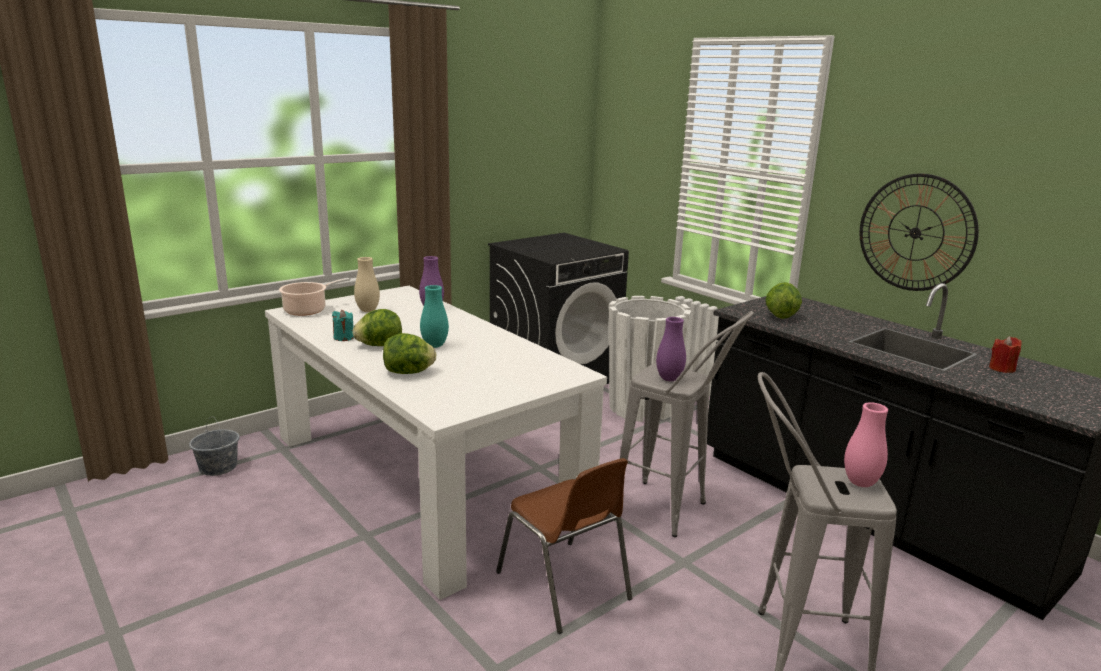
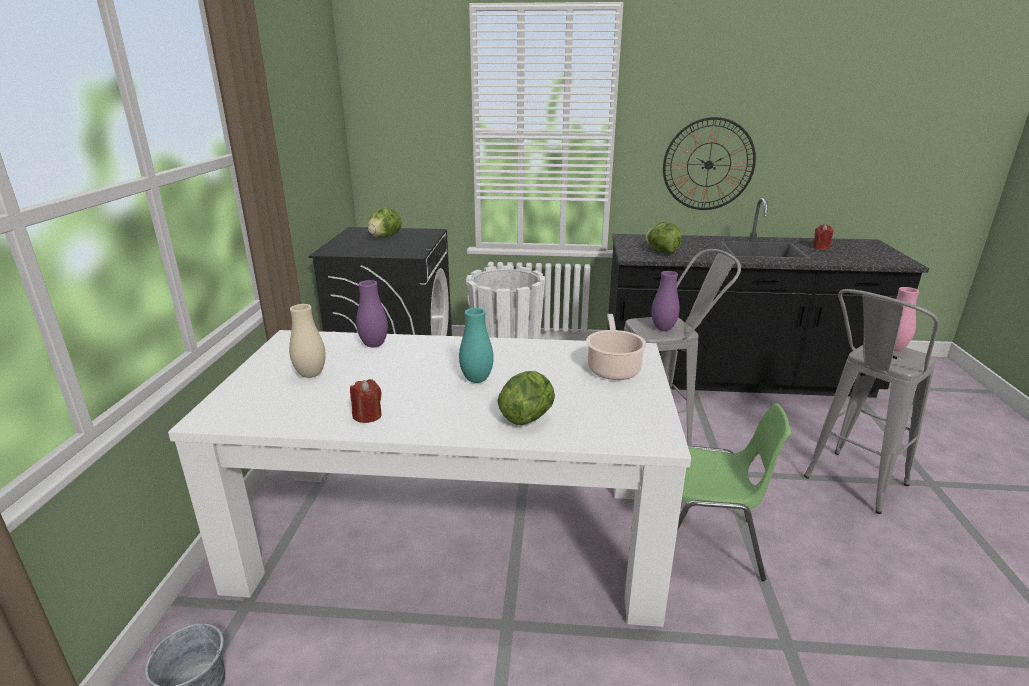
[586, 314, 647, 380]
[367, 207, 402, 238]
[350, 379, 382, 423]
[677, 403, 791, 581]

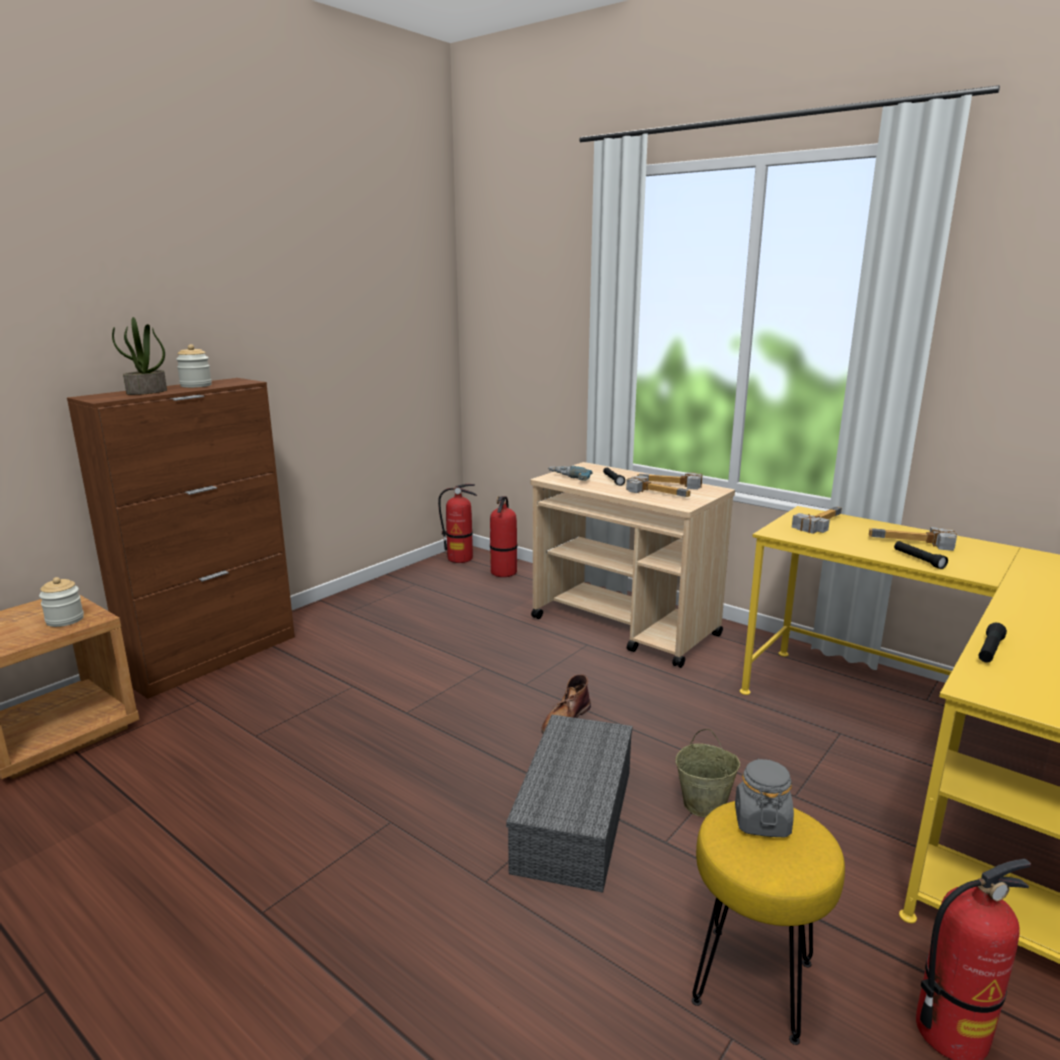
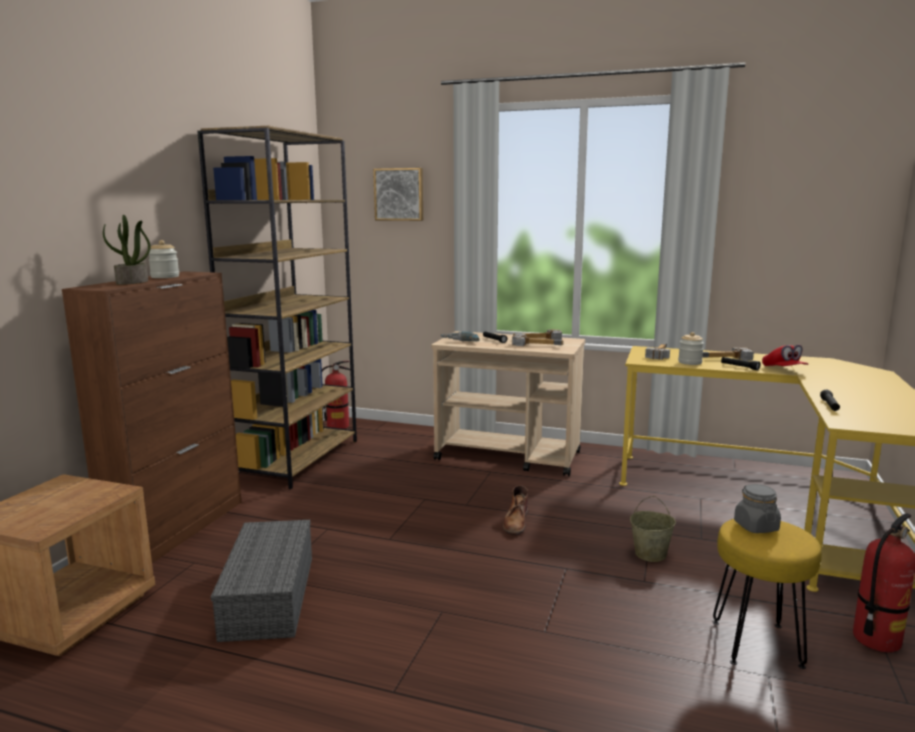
[490, 496, 517, 577] (first image)
[197, 126, 357, 489]
[373, 168, 423, 221]
[762, 345, 808, 366]
[678, 332, 704, 365]
[211, 520, 312, 642]

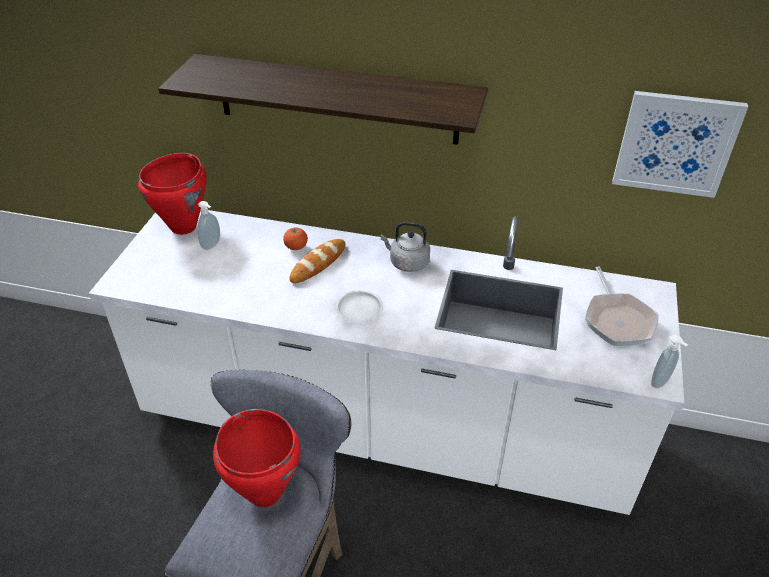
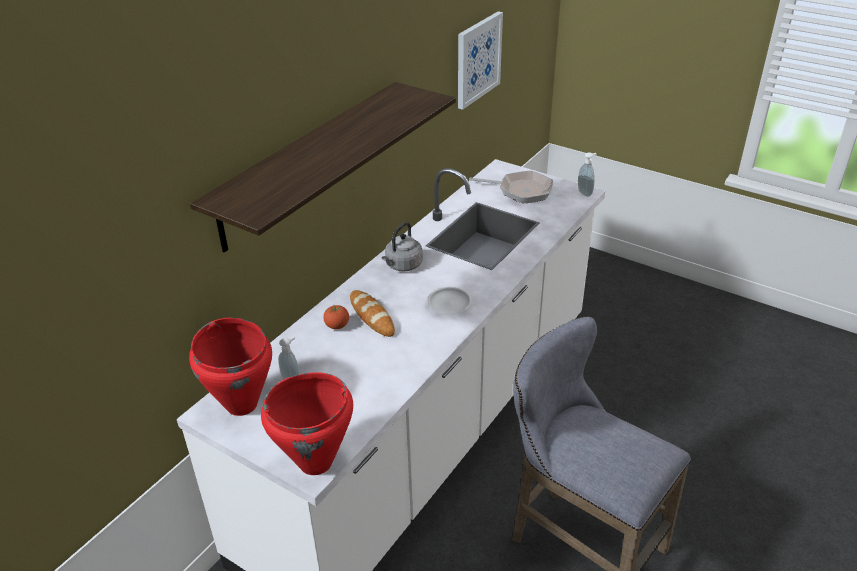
[261, 372, 353, 475]

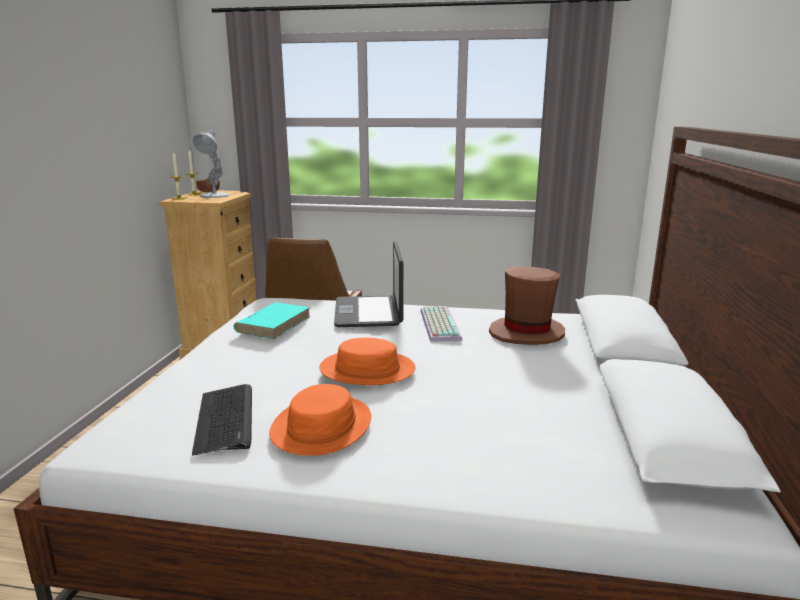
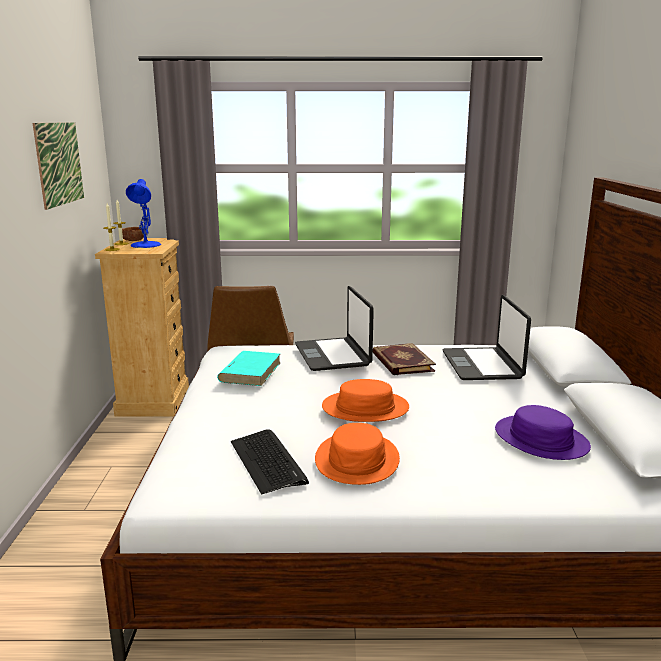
[33, 122, 84, 210]
[495, 405, 591, 460]
[373, 343, 436, 375]
[442, 295, 531, 380]
[126, 179, 161, 248]

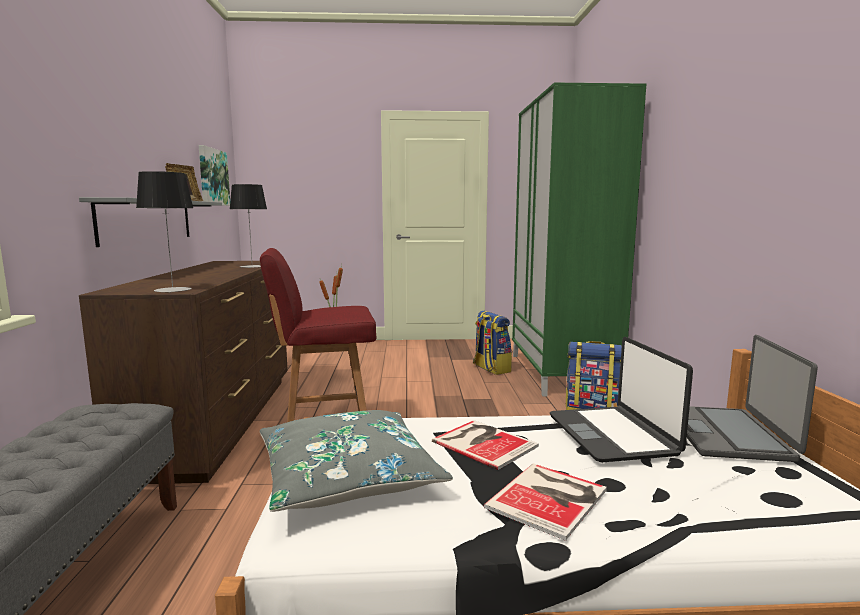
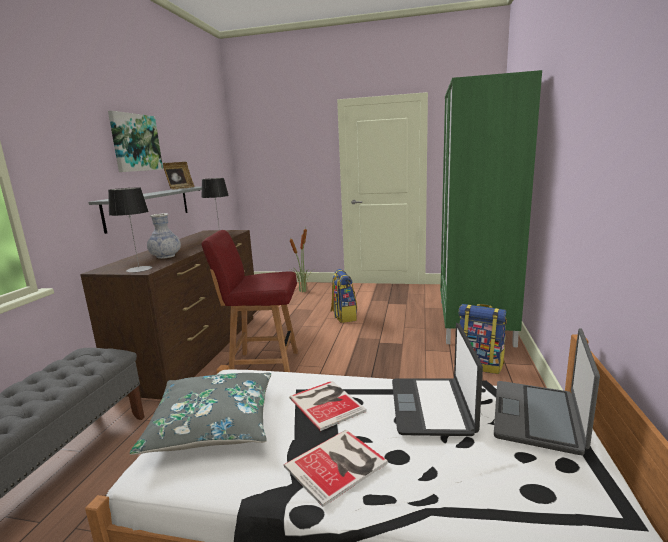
[147, 213, 181, 259]
[108, 111, 163, 172]
[331, 269, 357, 323]

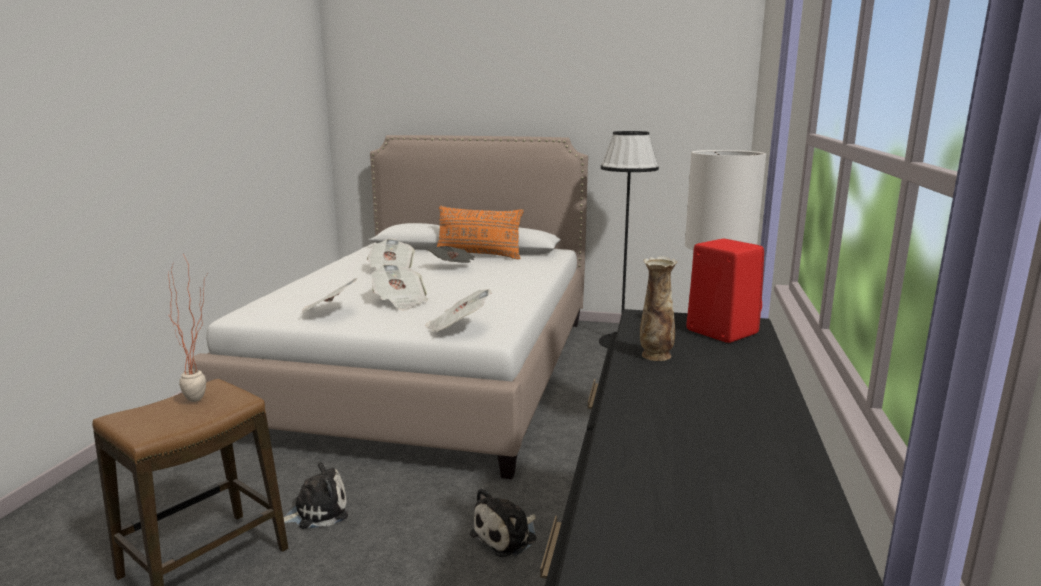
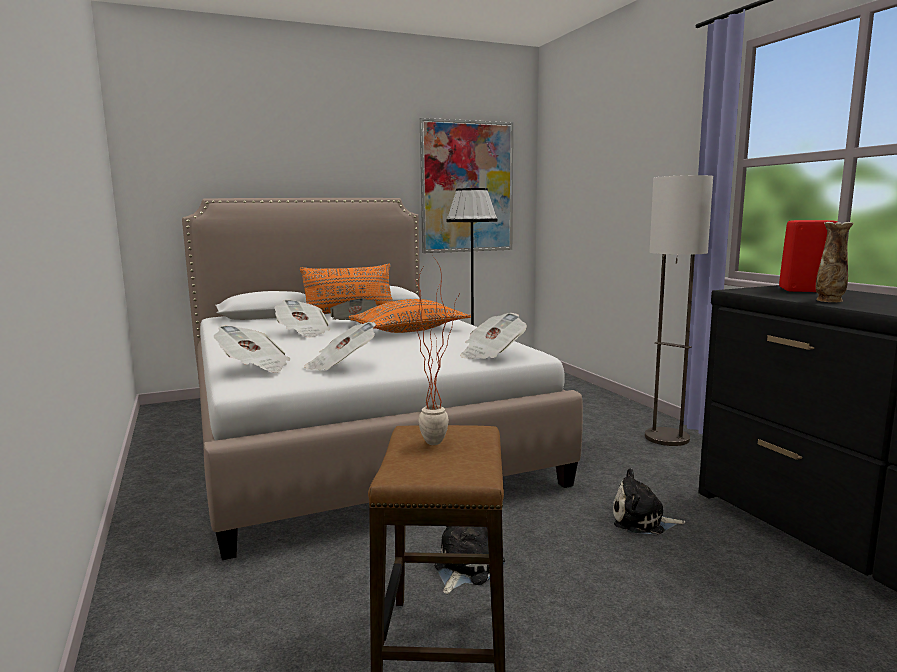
[349, 299, 471, 333]
[420, 118, 513, 253]
[214, 325, 290, 373]
[613, 468, 686, 534]

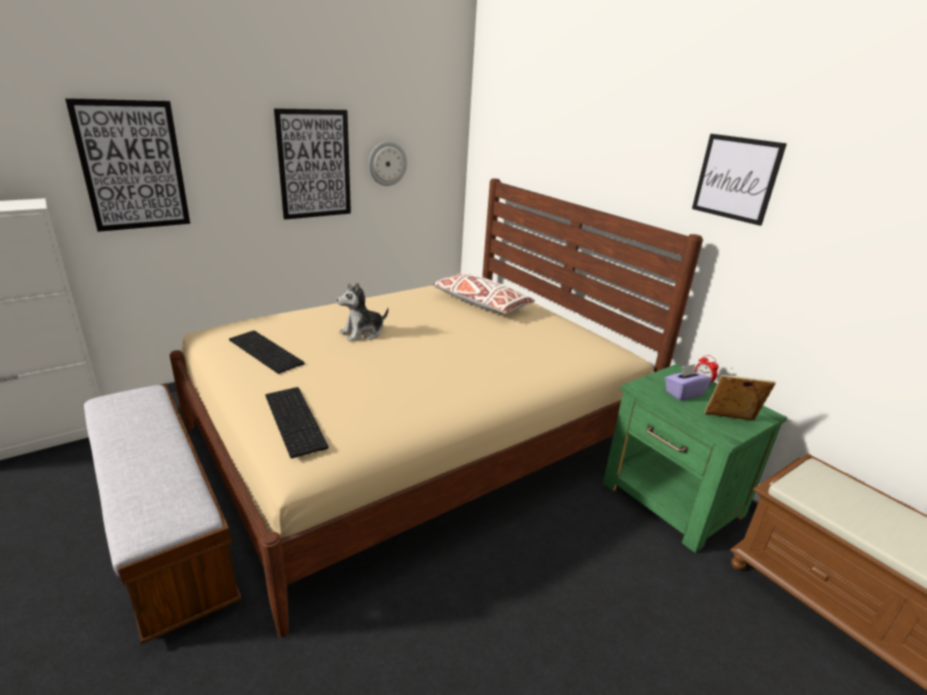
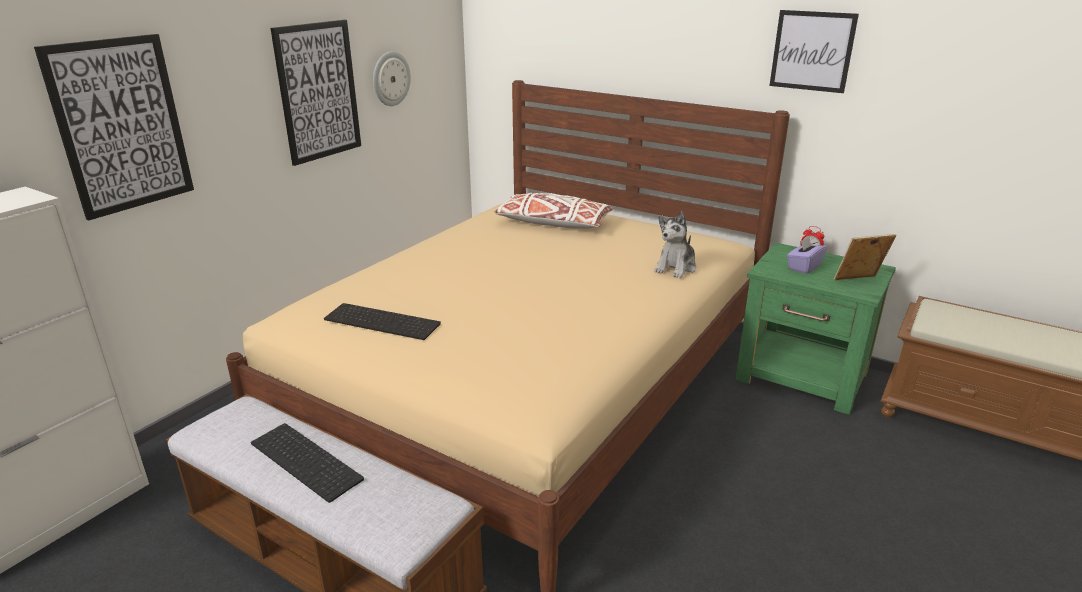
[251, 423, 364, 503]
[654, 211, 696, 278]

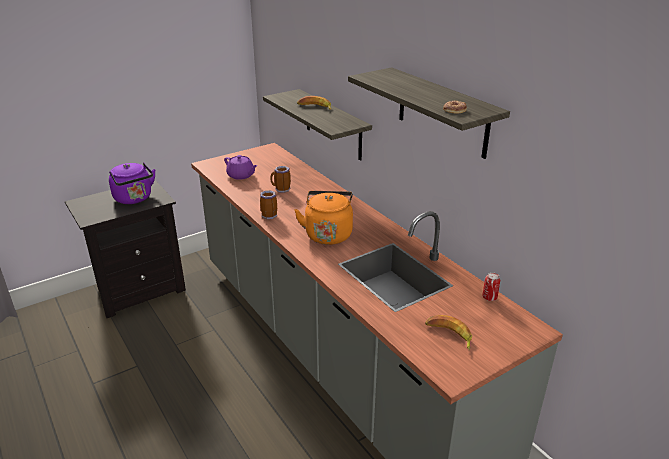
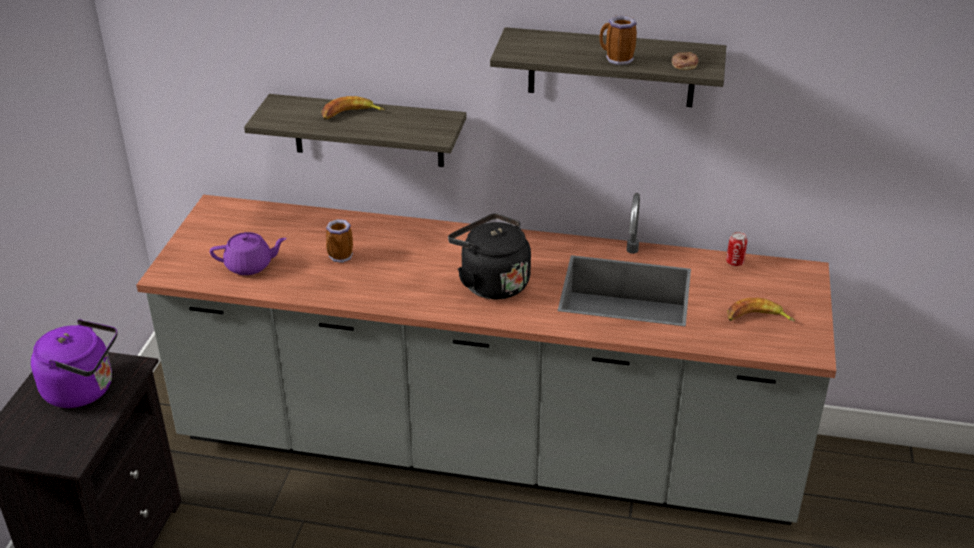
[600, 15, 637, 65]
[448, 213, 531, 299]

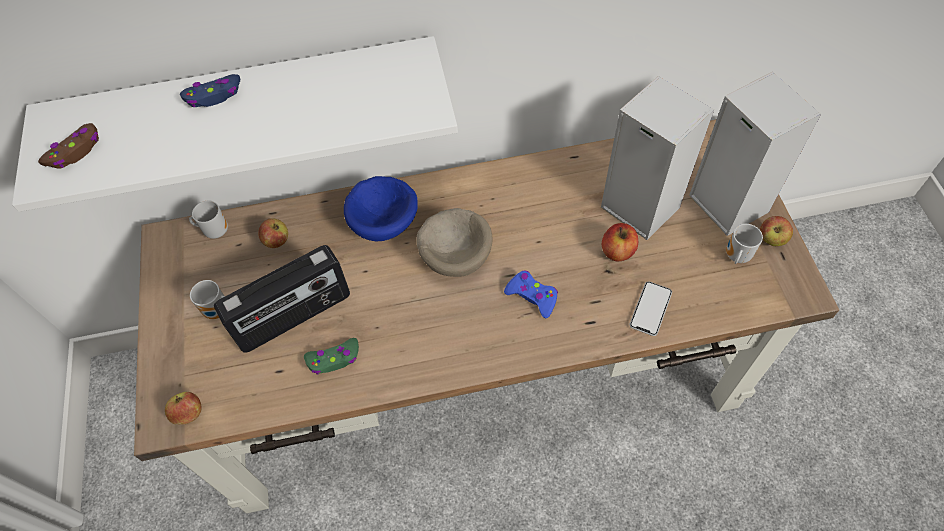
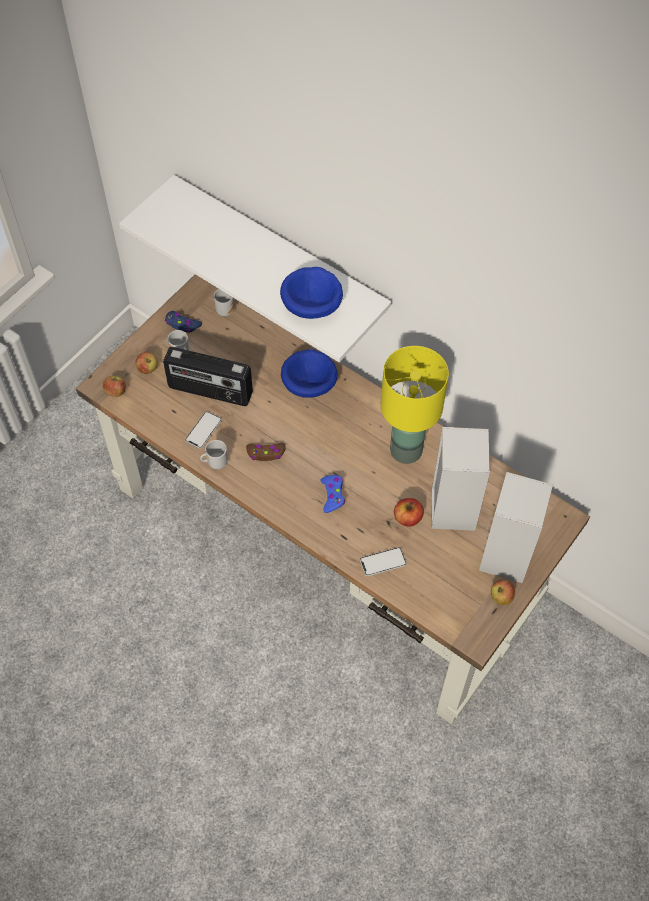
[417, 208, 493, 277] (first image)
[280, 267, 343, 319]
[381, 346, 449, 464]
[246, 443, 286, 461]
[165, 311, 202, 333]
[136, 352, 158, 374]
[200, 440, 228, 469]
[185, 411, 222, 449]

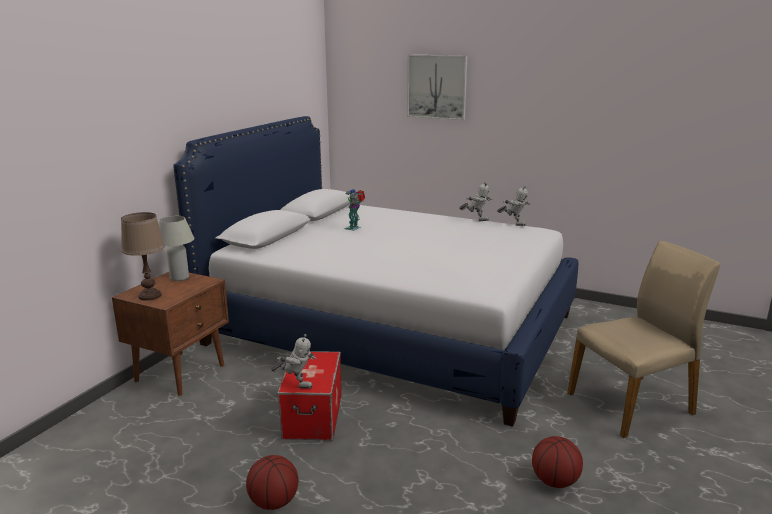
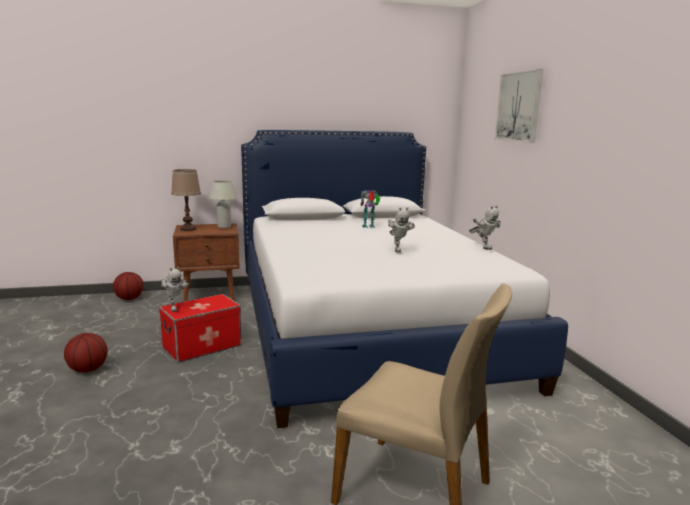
[388, 207, 415, 253]
[113, 272, 144, 300]

